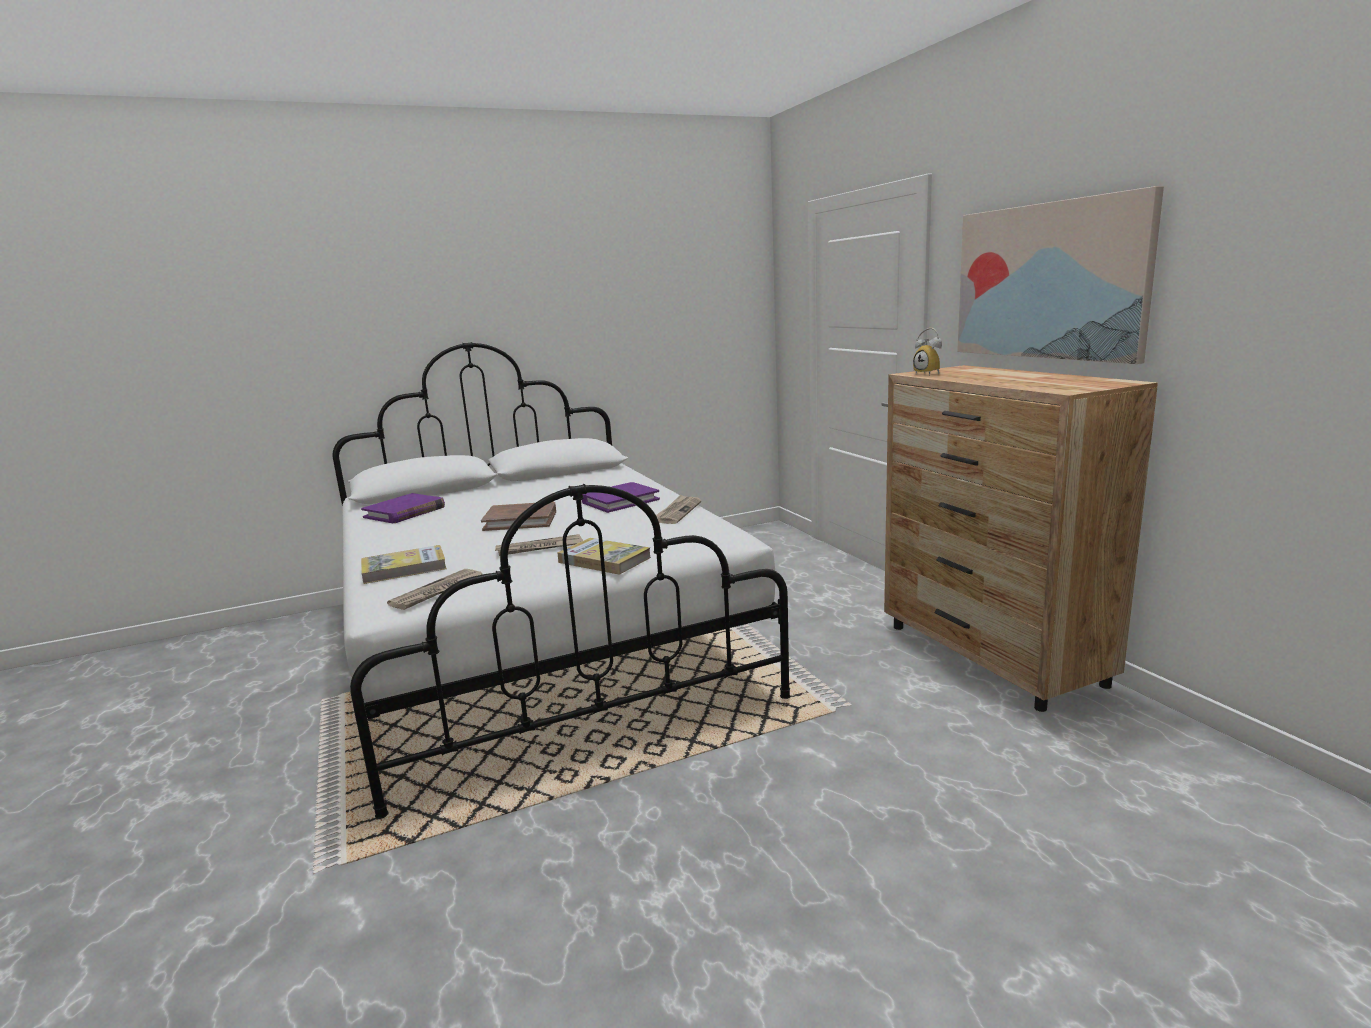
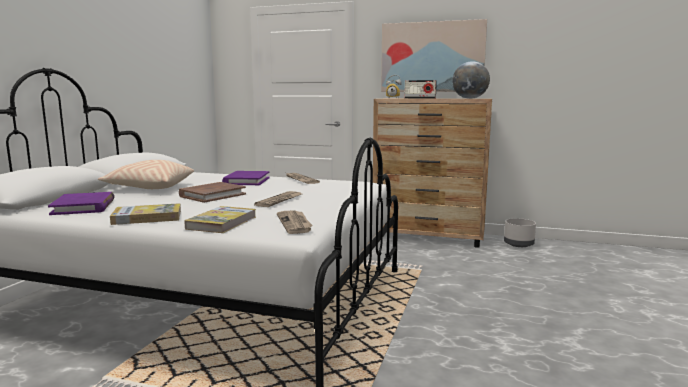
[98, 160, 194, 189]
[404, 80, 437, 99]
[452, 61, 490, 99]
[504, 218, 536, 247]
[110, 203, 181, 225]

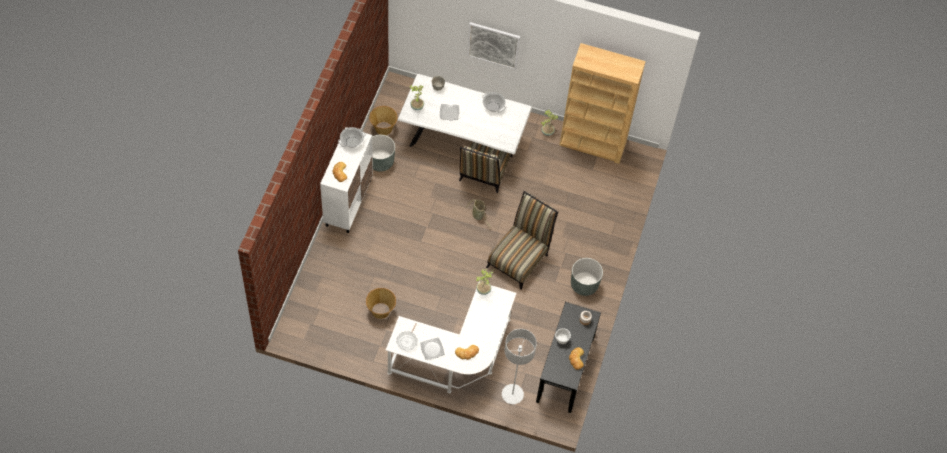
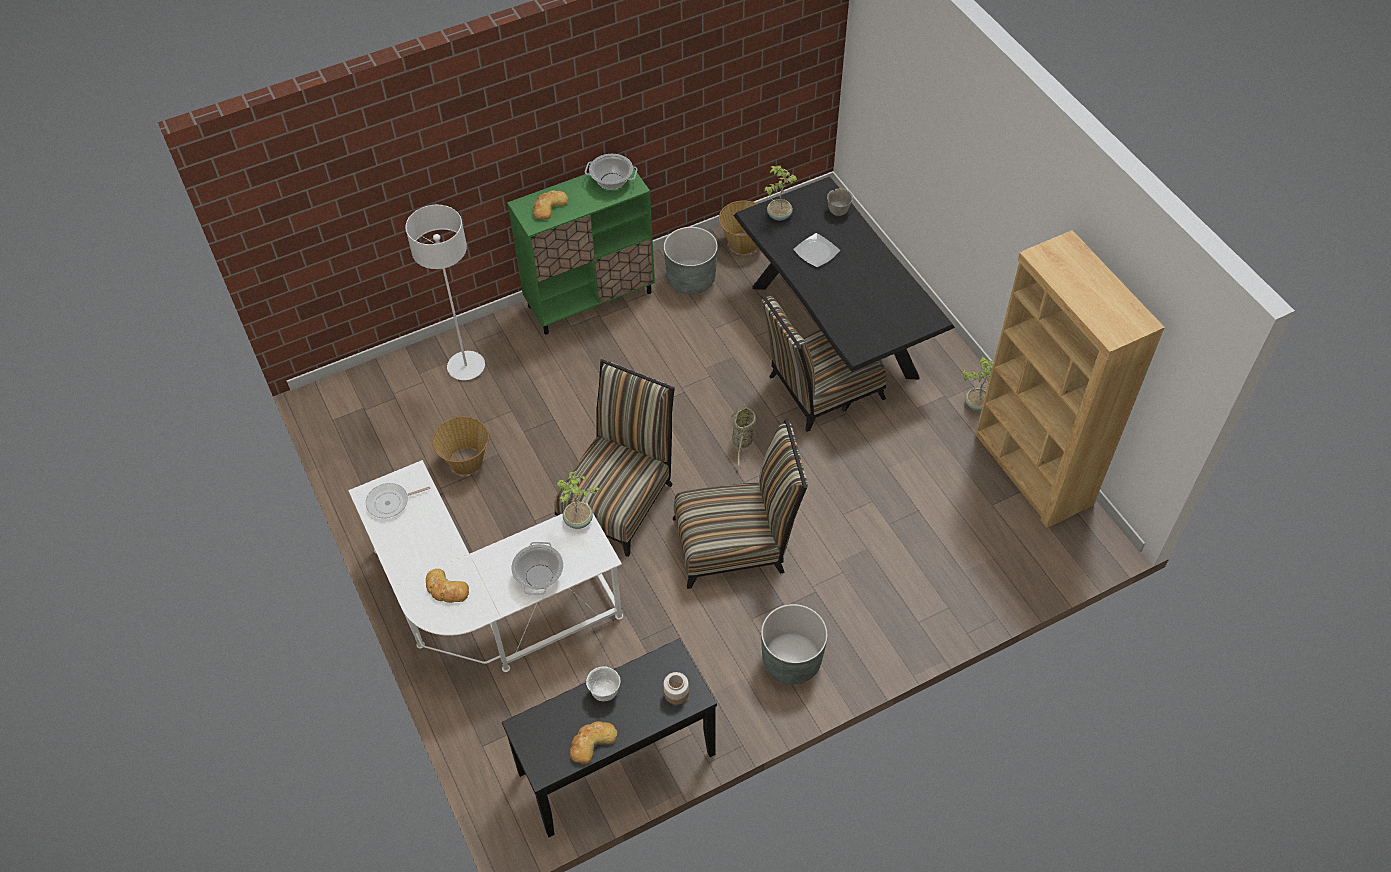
[420, 338, 444, 360] (first image)
[467, 22, 520, 70] (first image)
[554, 359, 675, 557]
[511, 542, 563, 595]
[406, 205, 485, 380]
[507, 168, 655, 335]
[734, 177, 955, 412]

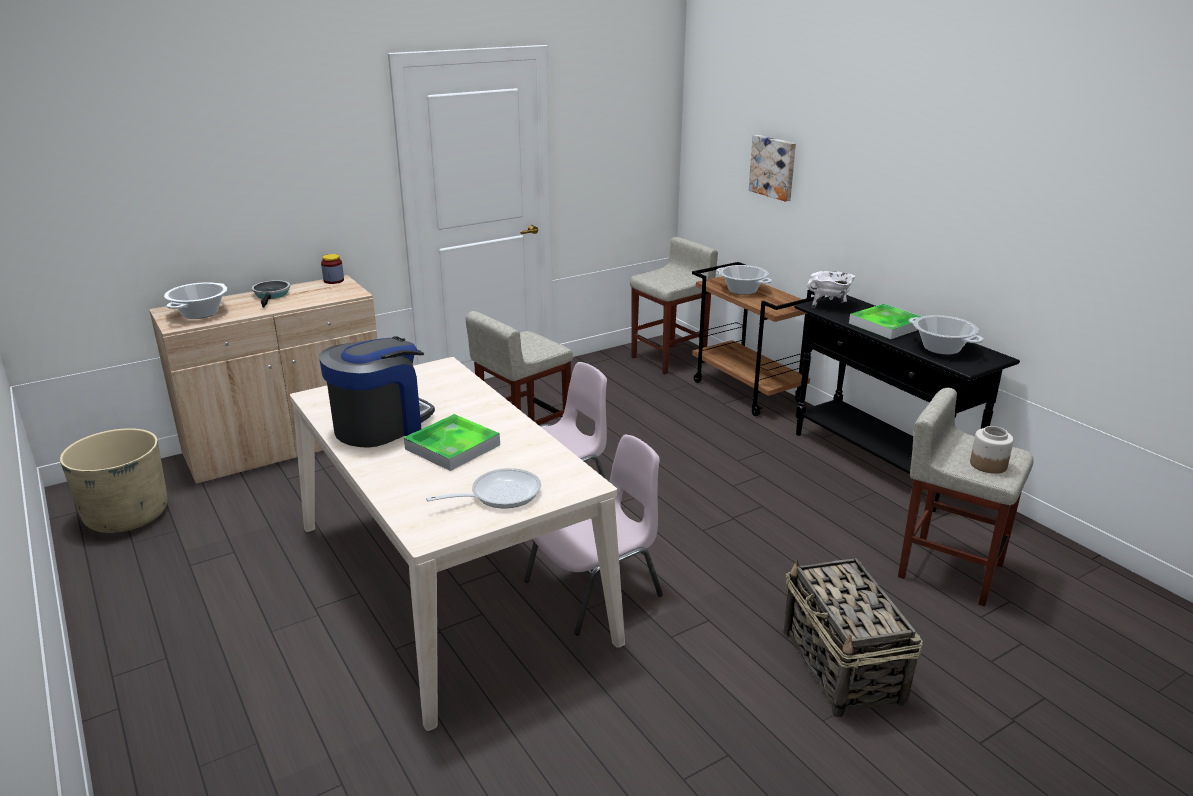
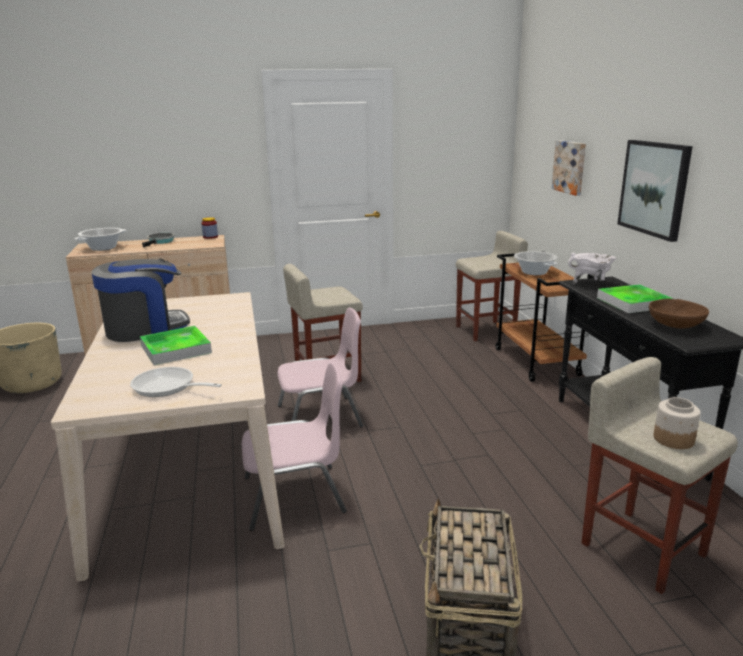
[617, 140, 693, 242]
[649, 299, 709, 329]
[130, 367, 222, 397]

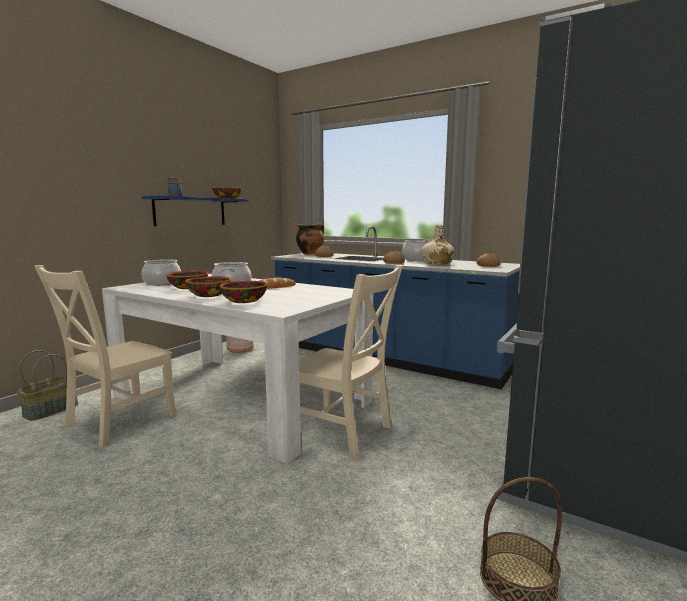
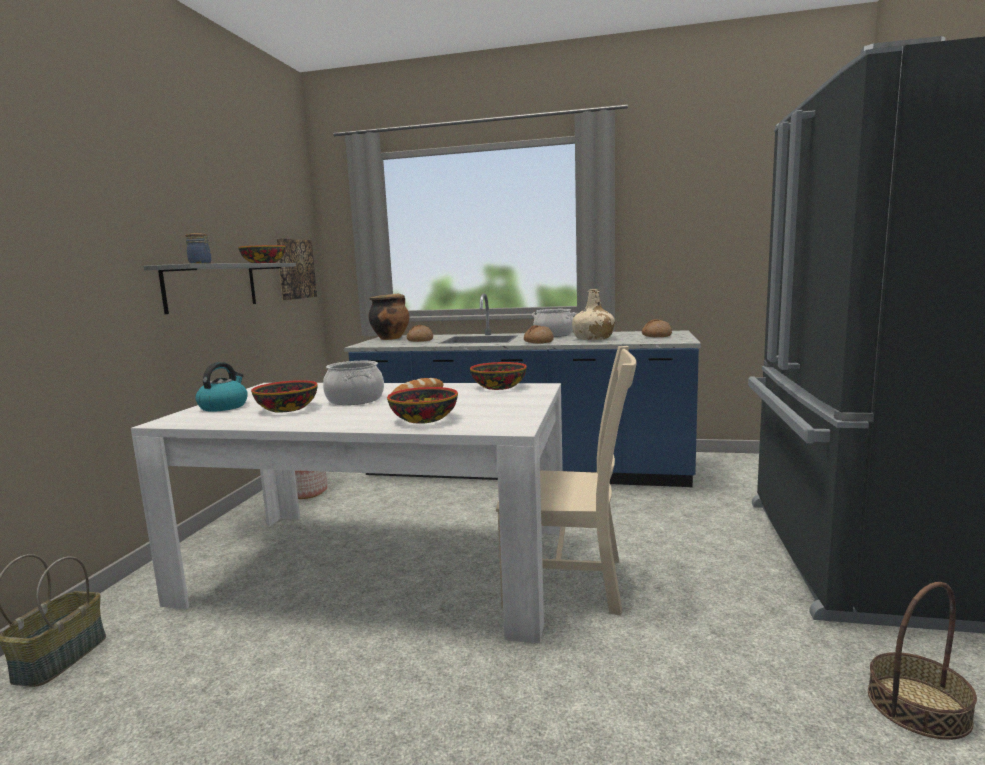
[34, 265, 176, 447] (first image)
[276, 238, 317, 300]
[470, 362, 527, 390]
[195, 362, 248, 412]
[144, 263, 296, 314]

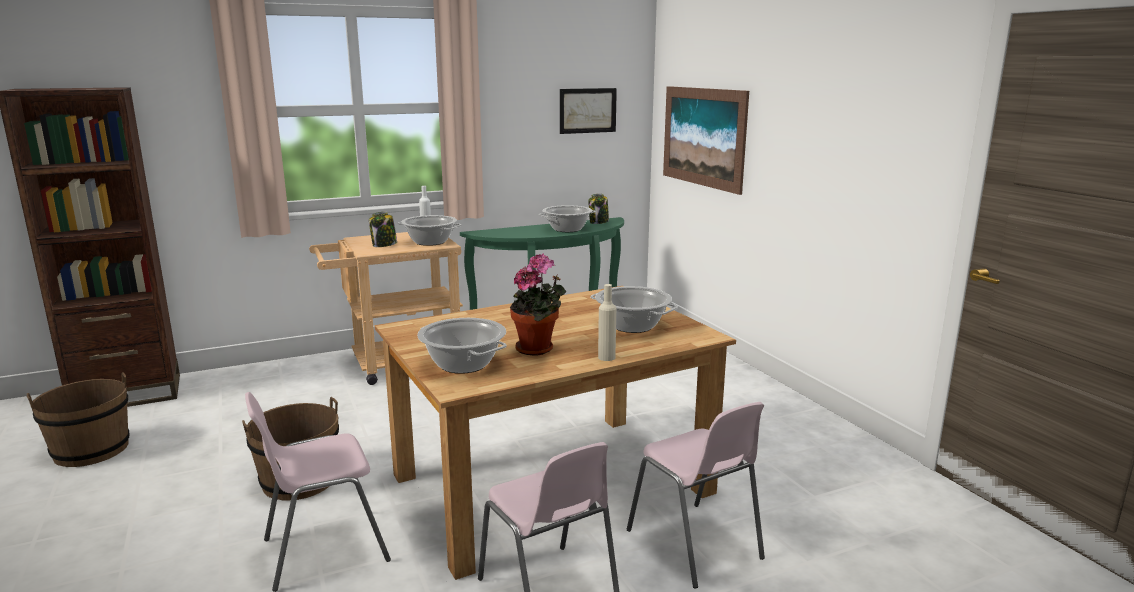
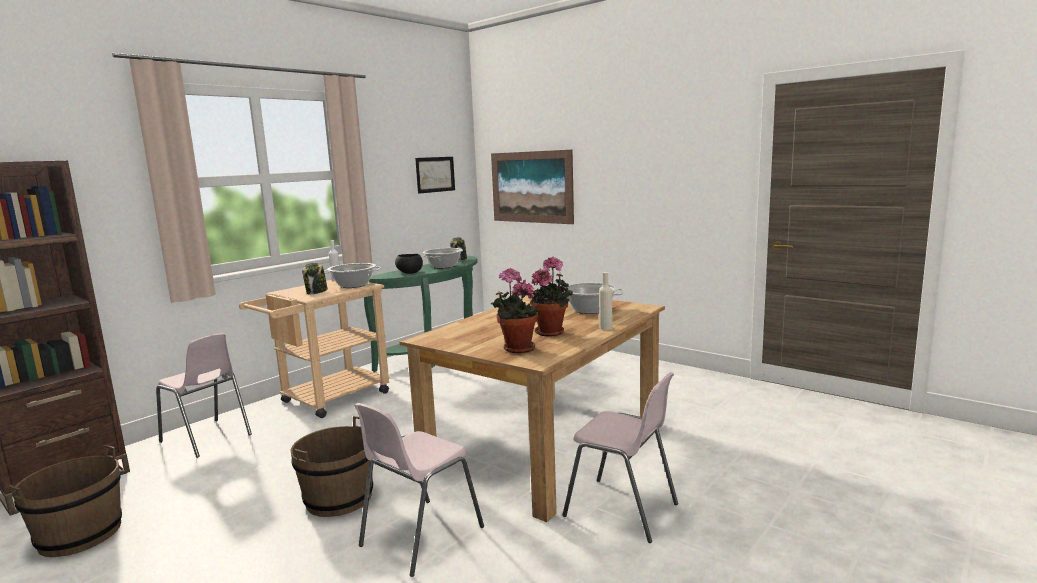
[395, 254, 423, 274]
[156, 333, 252, 458]
[491, 268, 539, 353]

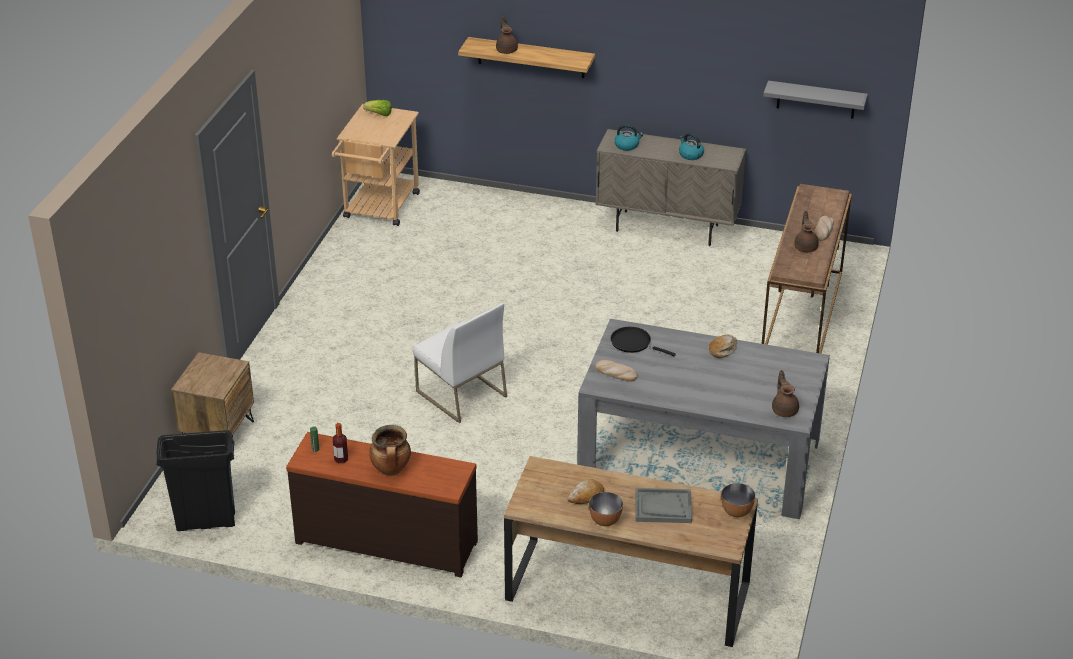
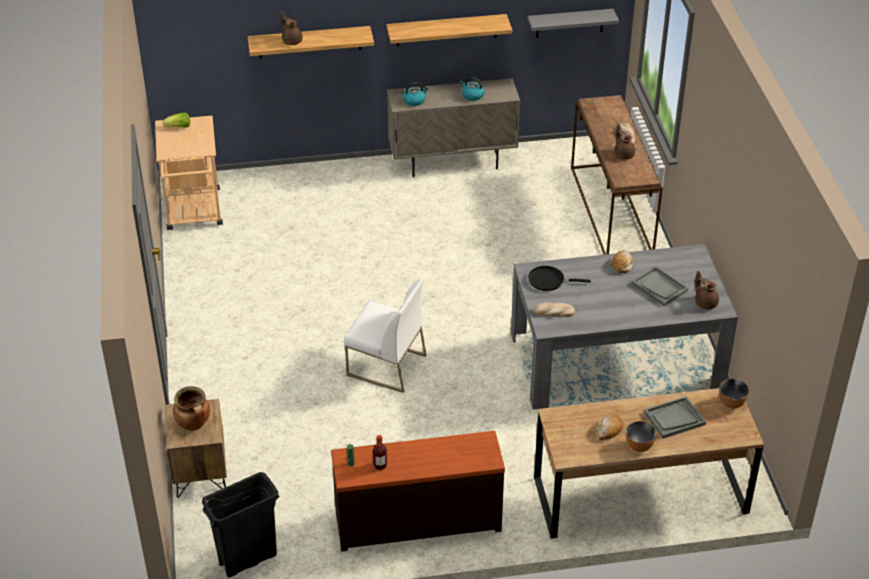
[386, 14, 512, 46]
[631, 266, 689, 306]
[173, 386, 210, 431]

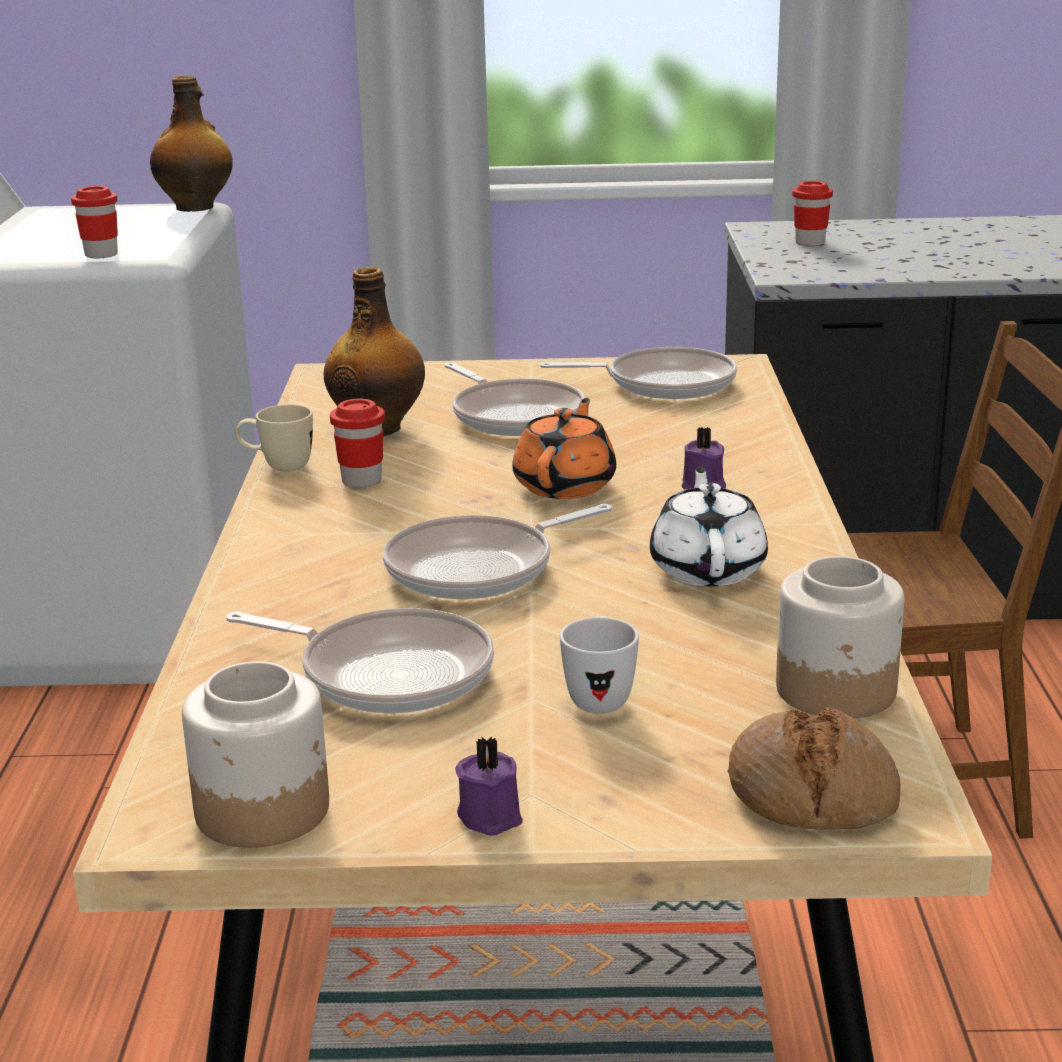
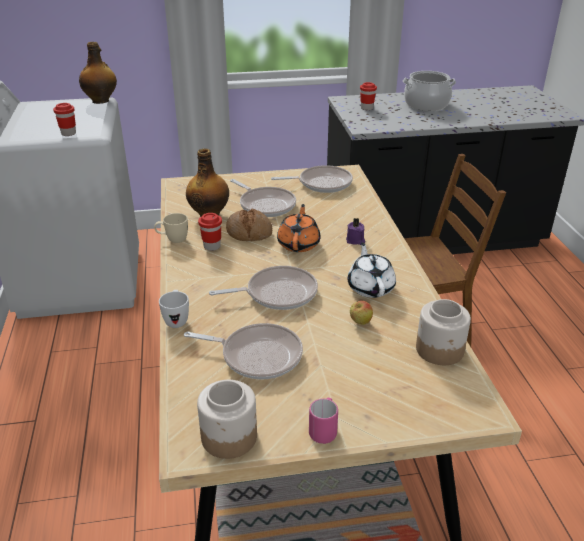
[350, 301, 373, 325]
[403, 71, 456, 111]
[159, 290, 189, 328]
[226, 209, 272, 241]
[309, 398, 338, 444]
[209, 266, 318, 310]

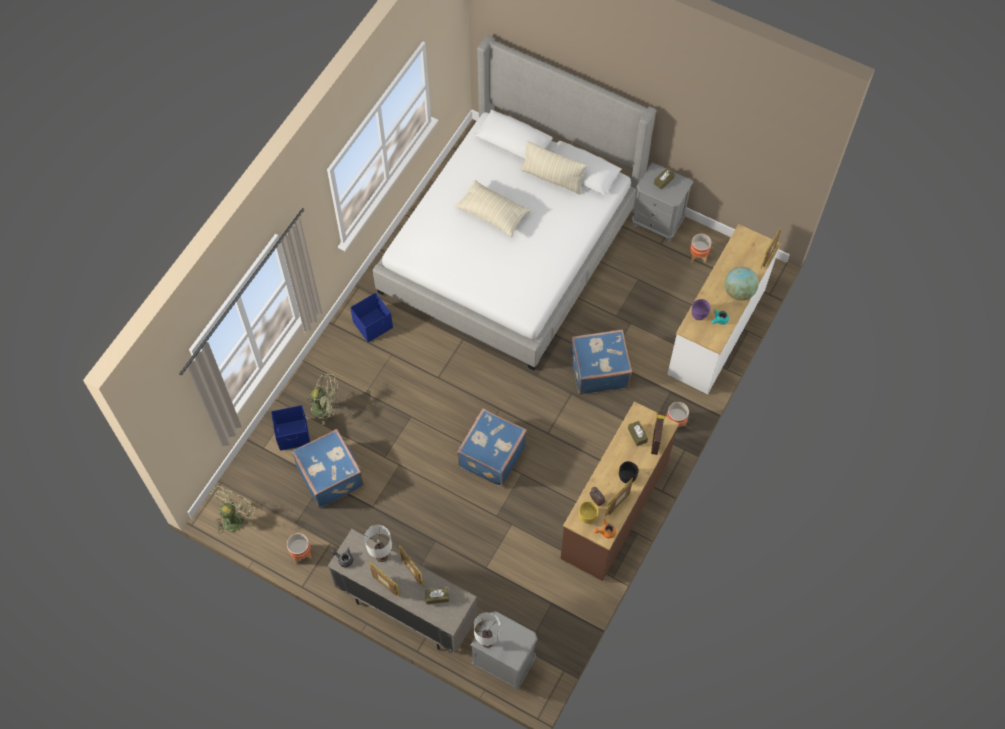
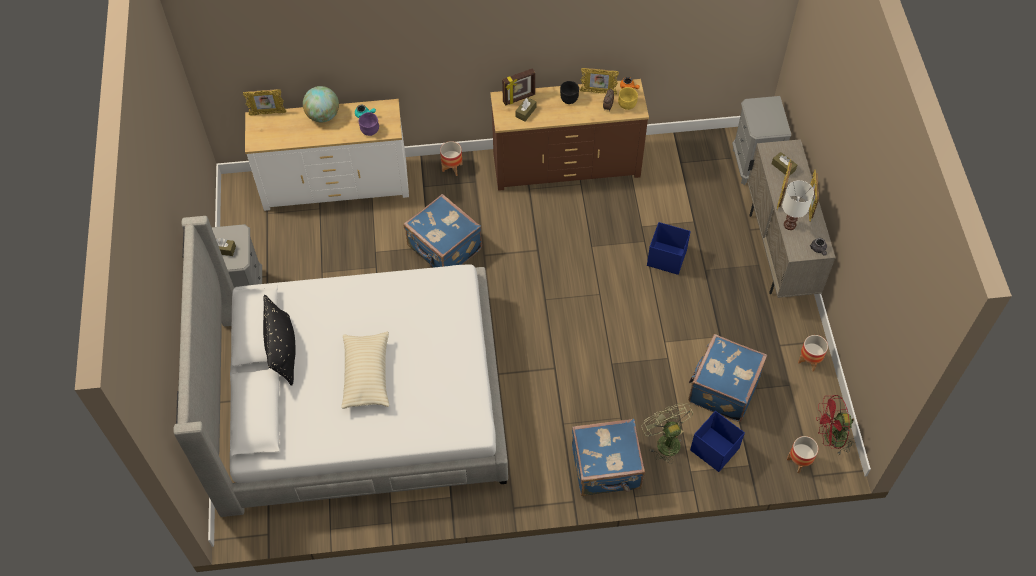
[474, 612, 500, 648] (first image)
[647, 222, 691, 275]
[572, 419, 645, 496]
[787, 436, 818, 473]
[816, 395, 856, 455]
[263, 295, 296, 385]

